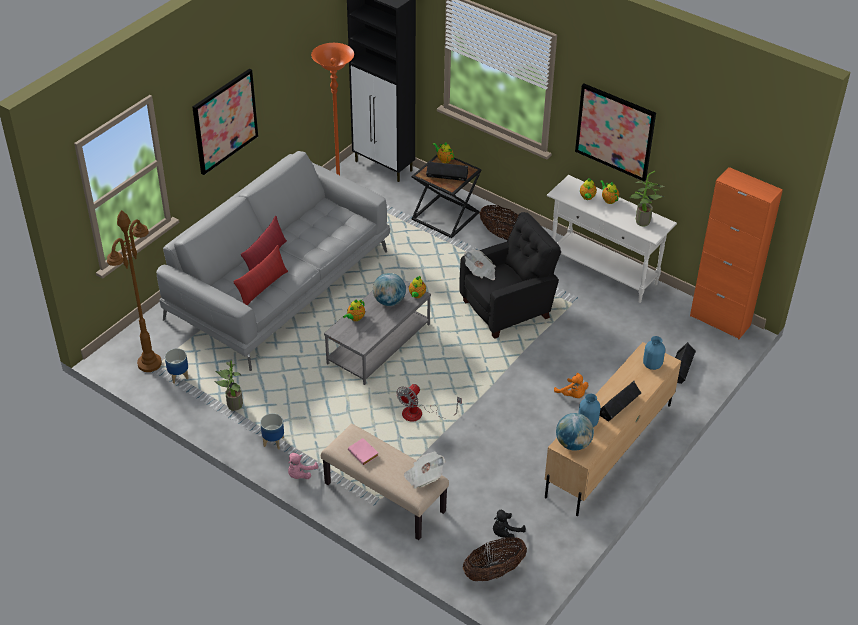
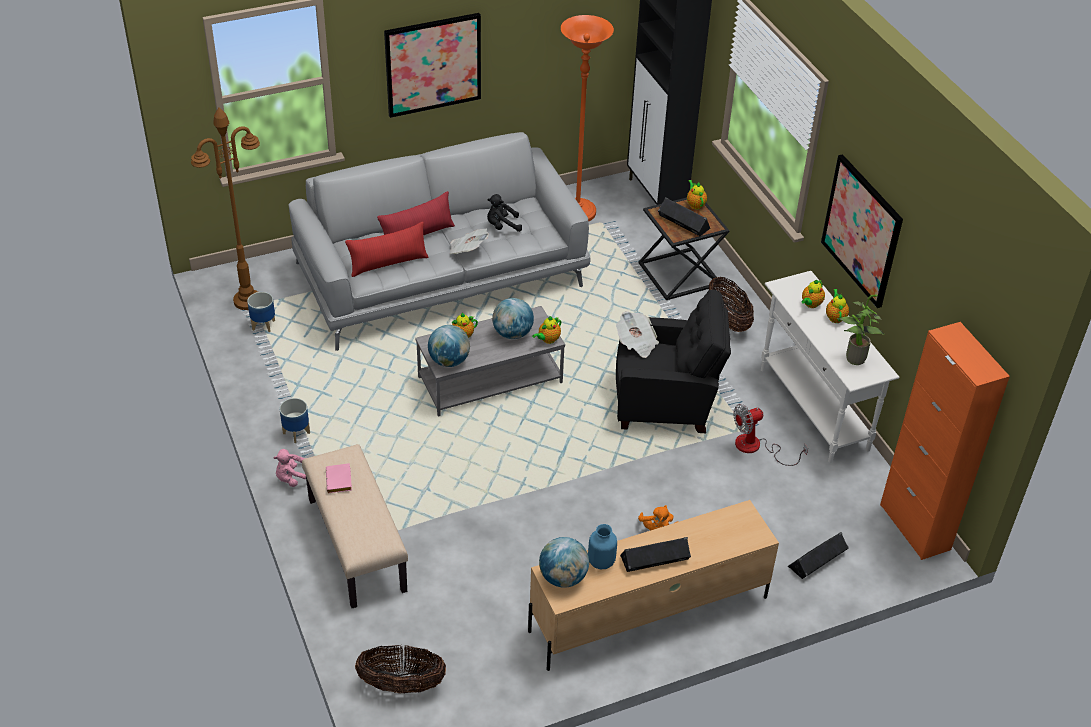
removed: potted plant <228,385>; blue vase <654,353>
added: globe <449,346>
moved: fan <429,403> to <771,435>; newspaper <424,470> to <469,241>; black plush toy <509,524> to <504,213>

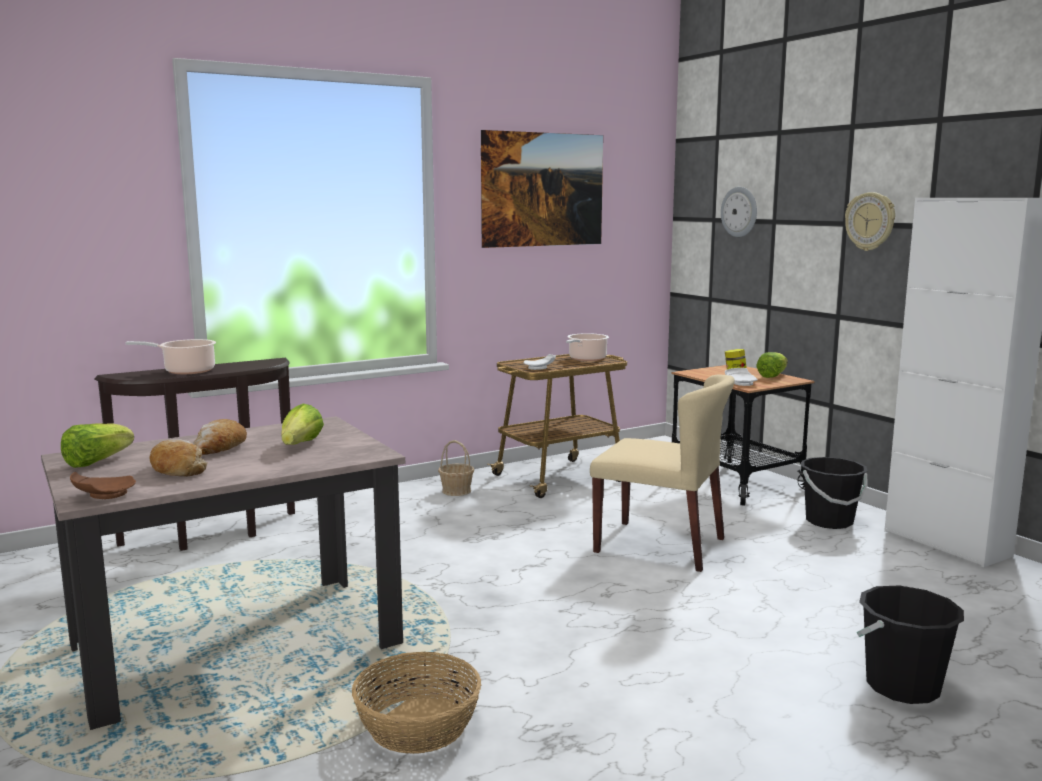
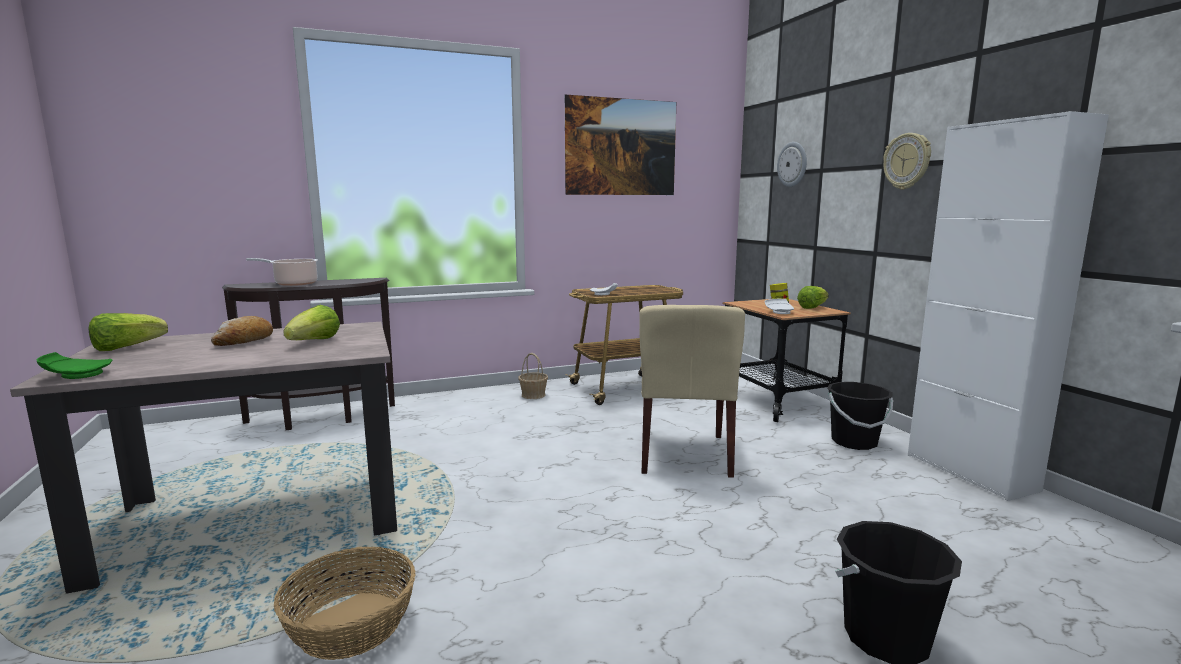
removed: bread <178,458>; cooking pot <587,347>
recoloured: brown plate <103,485> to green plate <74,365>
turned: beige chair <662,473> = <692,391> 60 degrees clockwise

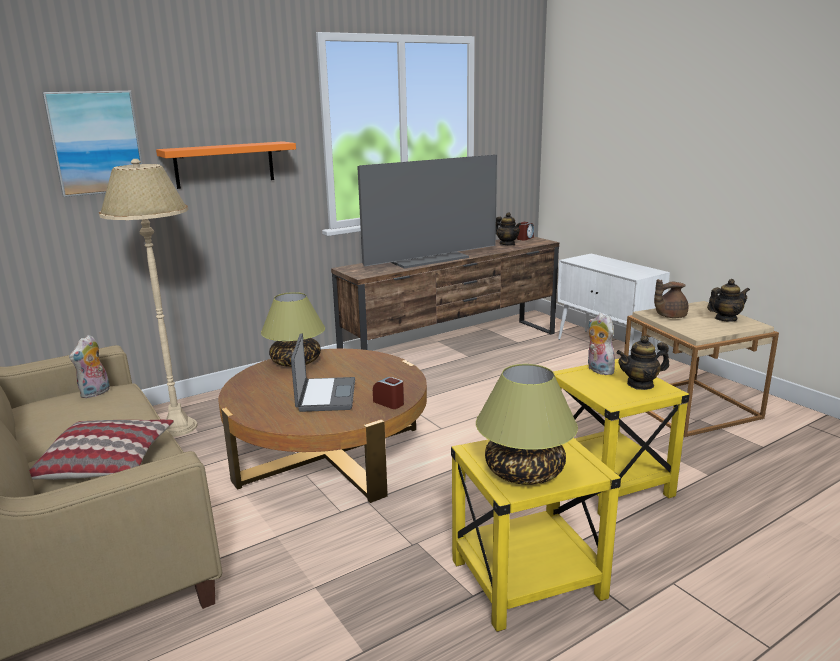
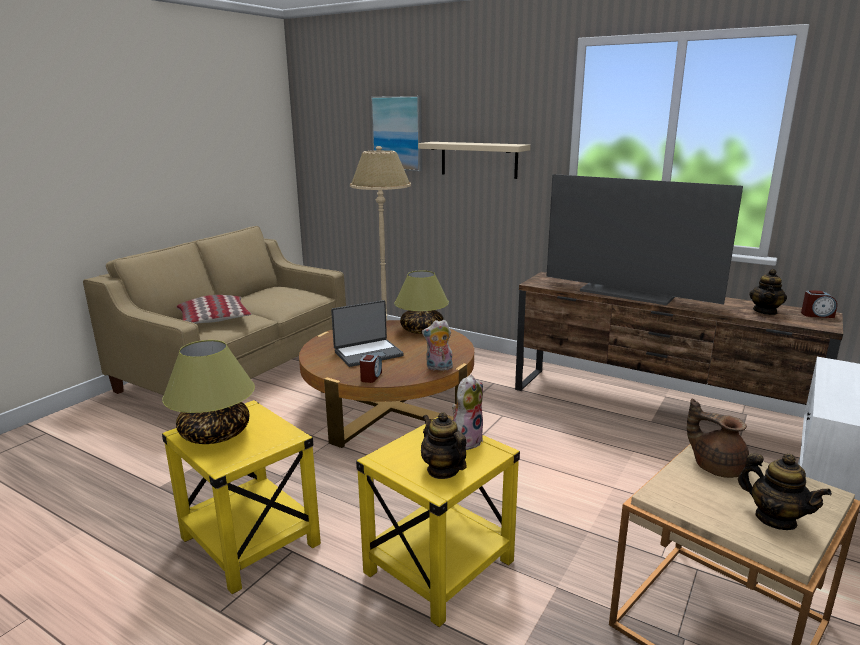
moved: plush toy <89,366> to <437,345>
recoloured: orange shelf <226,165> to beige shelf <474,160>

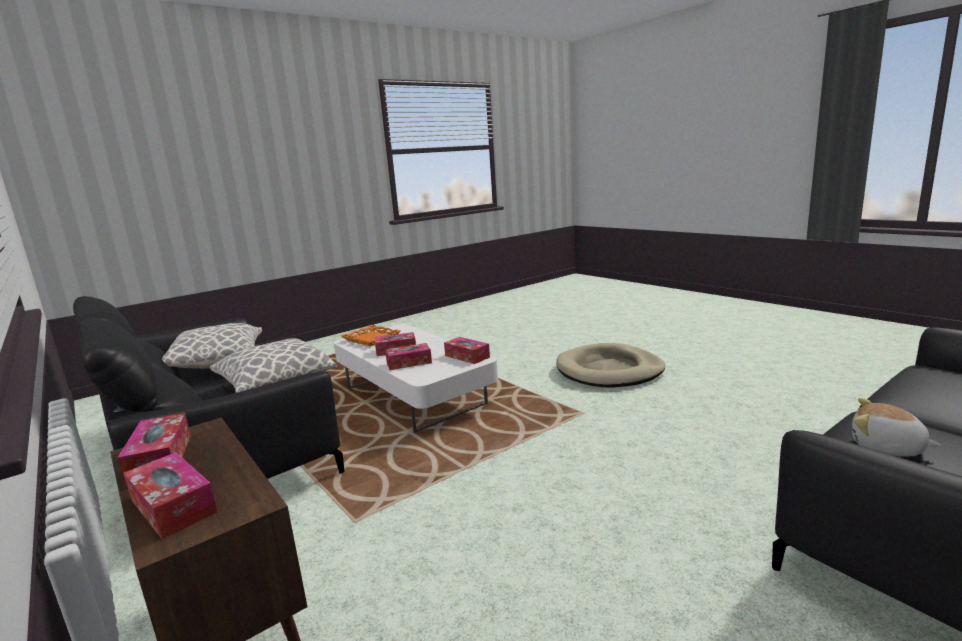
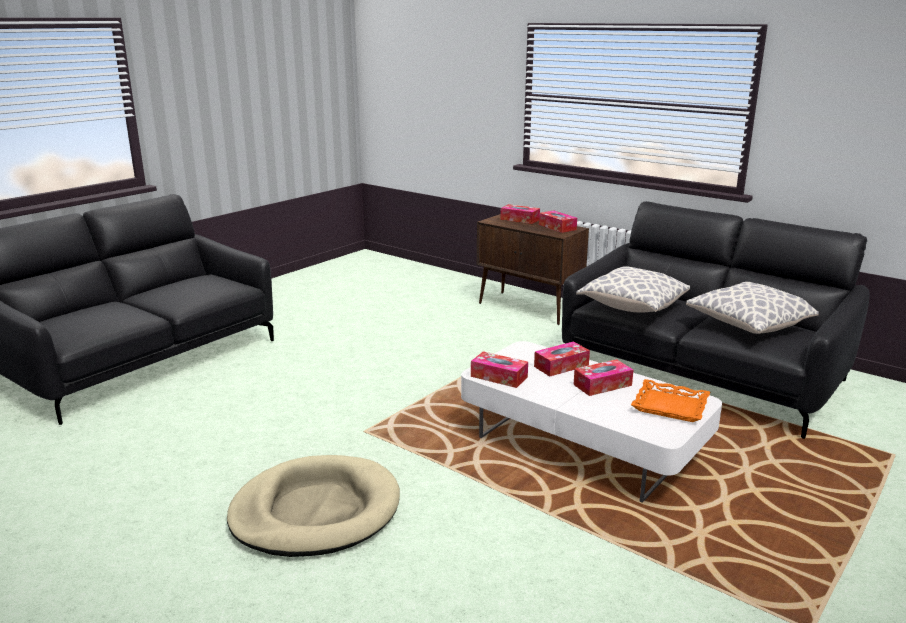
removed: plush toy <896,427>

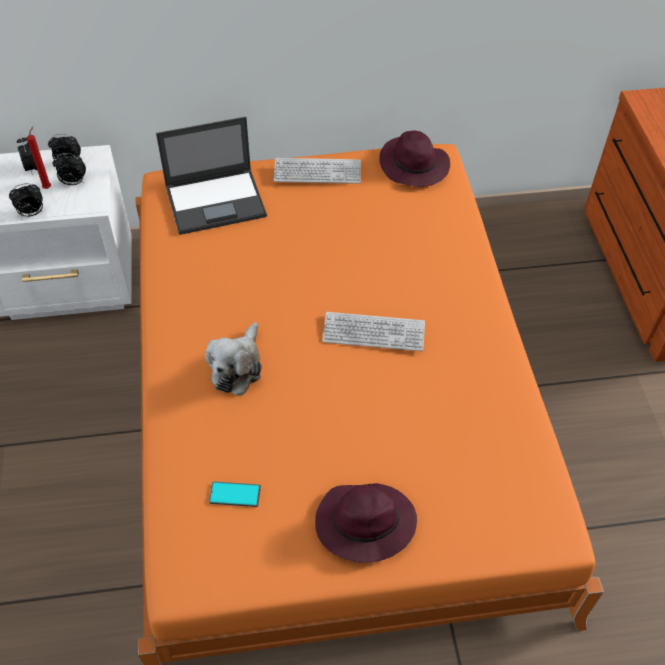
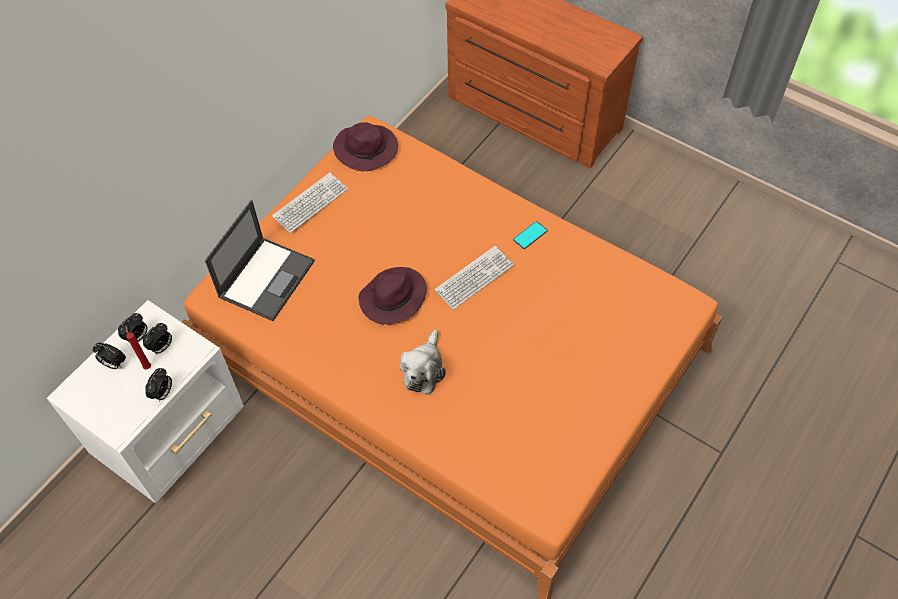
moved: phone <235,494> to <530,235>; purple hat <366,523> to <392,296>
turned: plush toy <233,359> = <423,362> 45 degrees clockwise

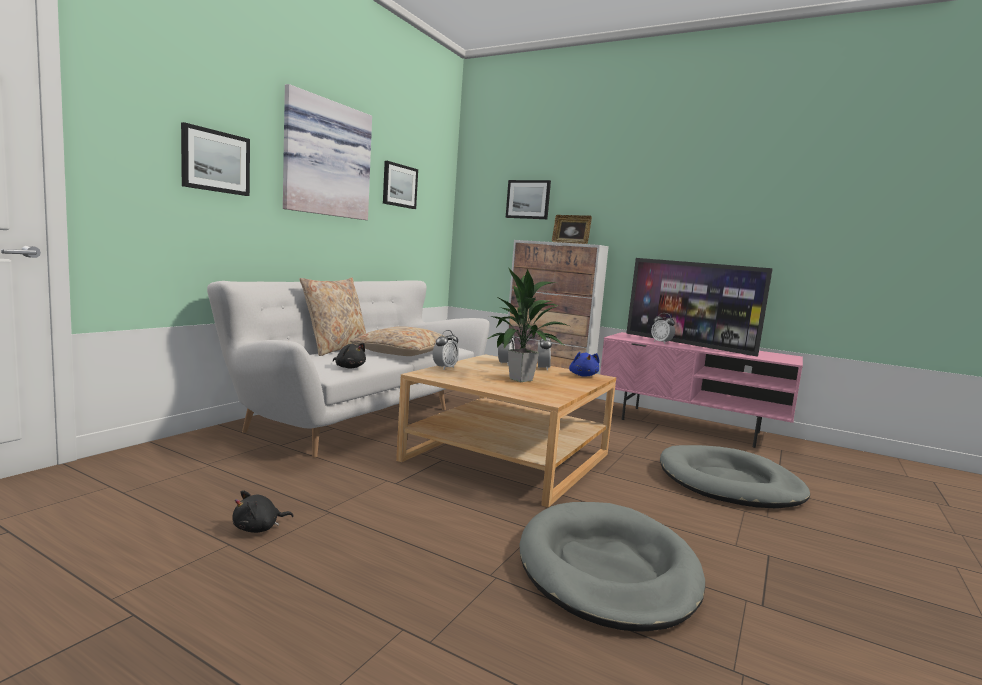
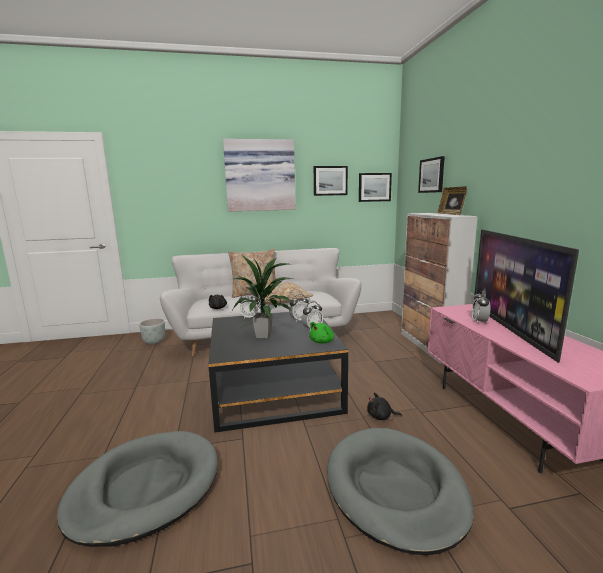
added: grey planter <152,331>
moved: picture <215,159> to <375,187>; black plush toy <263,511> to <384,406>
recoloured: beige coffee table <506,431> to black coffee table <278,372>; blue plush toy <584,364> to green plush toy <321,332>

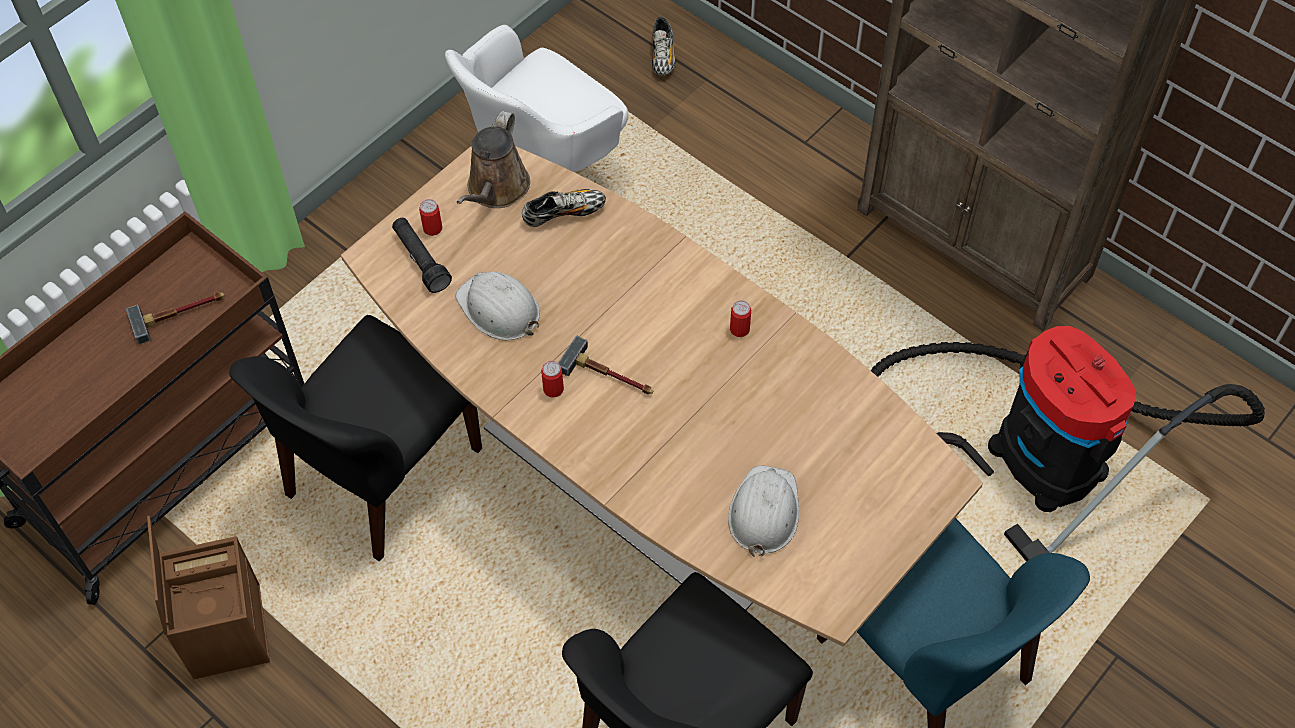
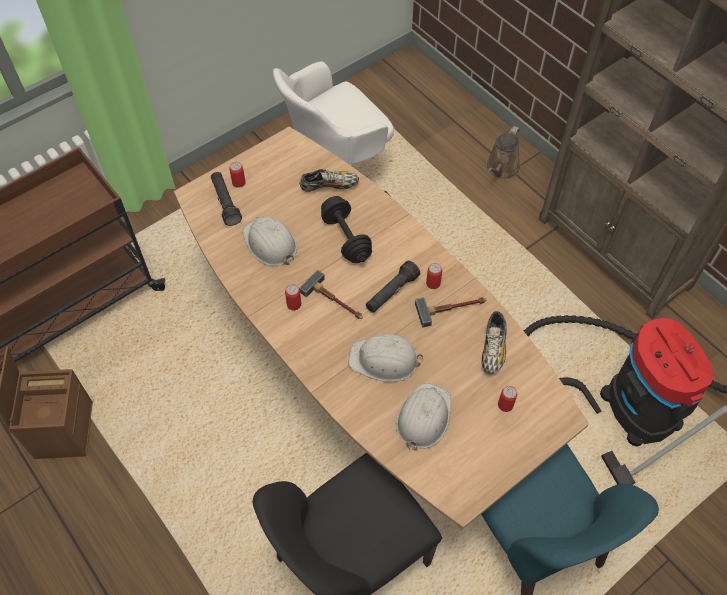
removed: black chair <355,438>
added: black dumbbell <346,229>; white hard hat <386,358>; black flashlight <393,287>; can <507,399>
moved: hammer <175,318> to <451,312>; brown watering can <493,159> to <503,152>; shoe <664,46> to <494,342>

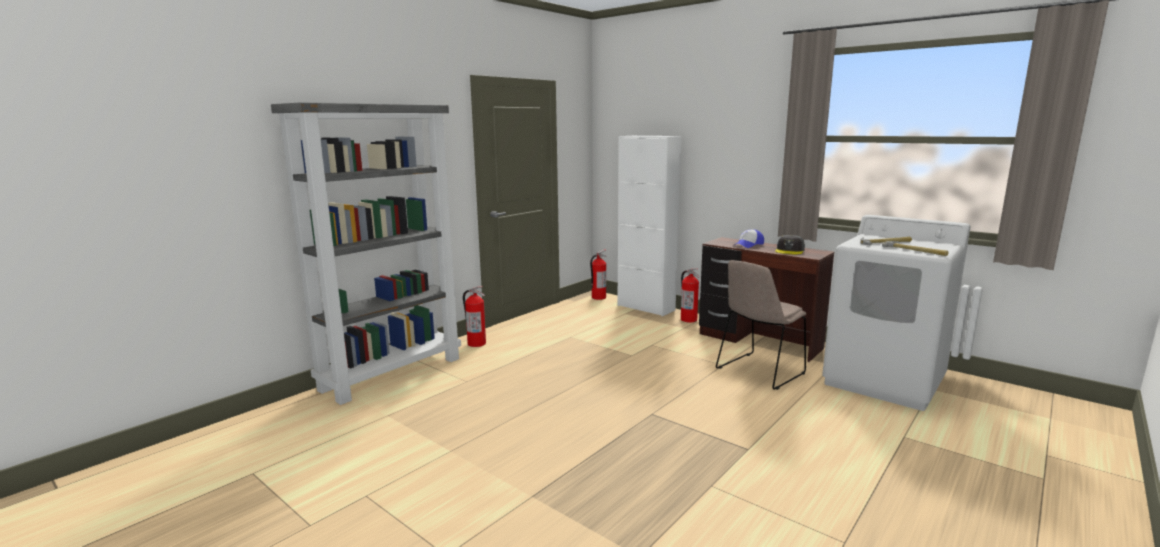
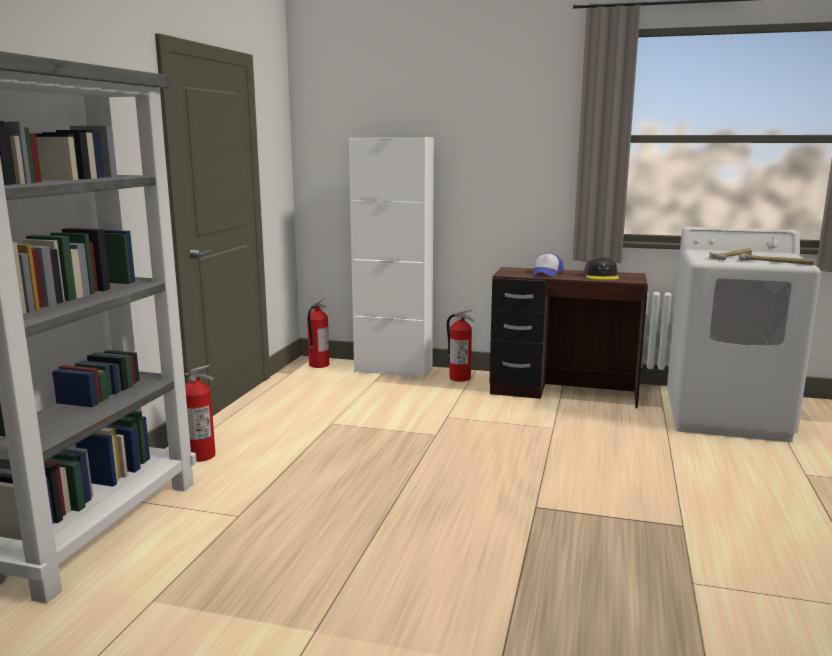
removed: beige chair <761,325>

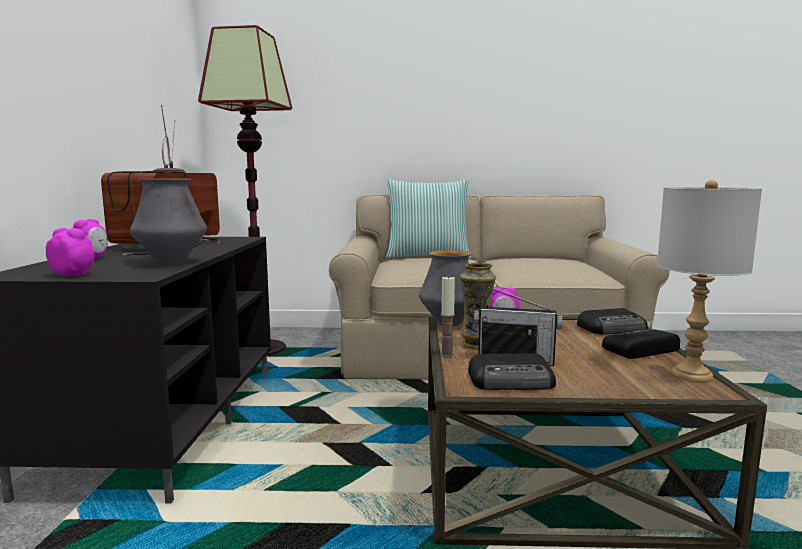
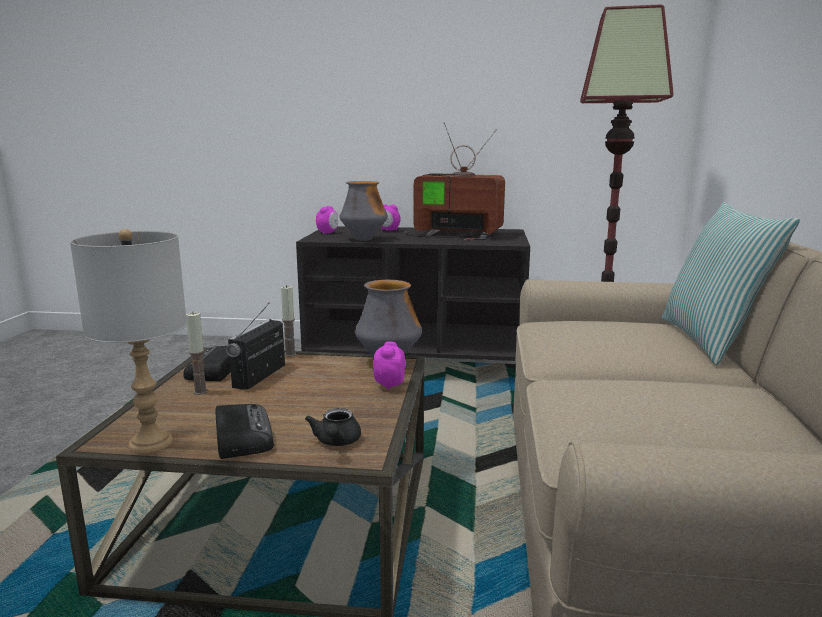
removed: vase <478,306>
added: candle <197,353>
replaced: radio <612,321> to black teapot <333,427>

